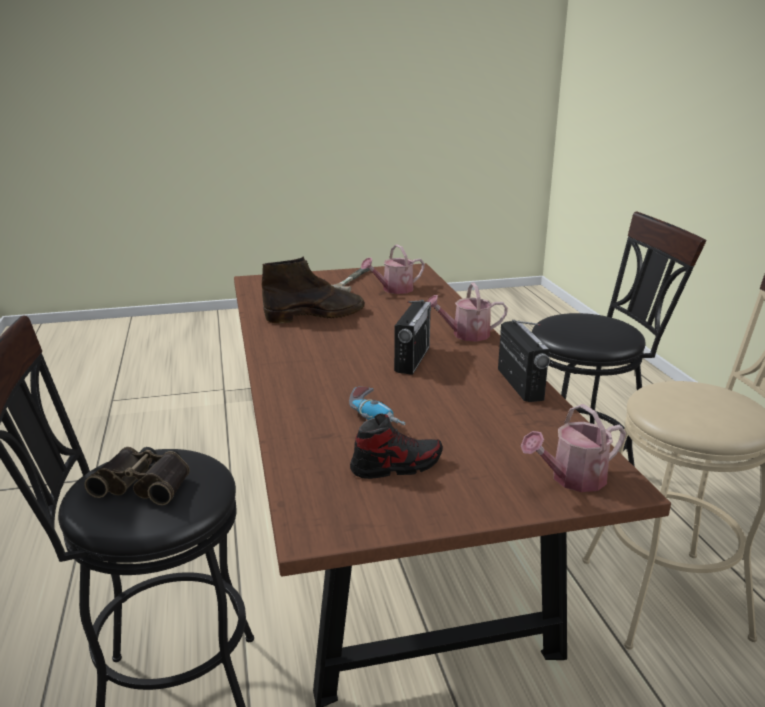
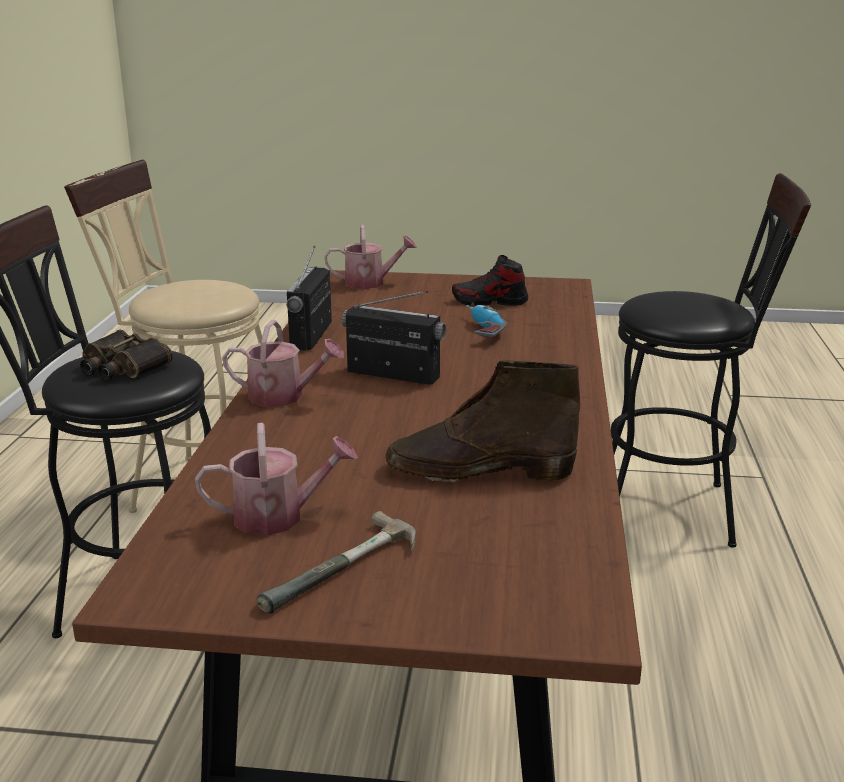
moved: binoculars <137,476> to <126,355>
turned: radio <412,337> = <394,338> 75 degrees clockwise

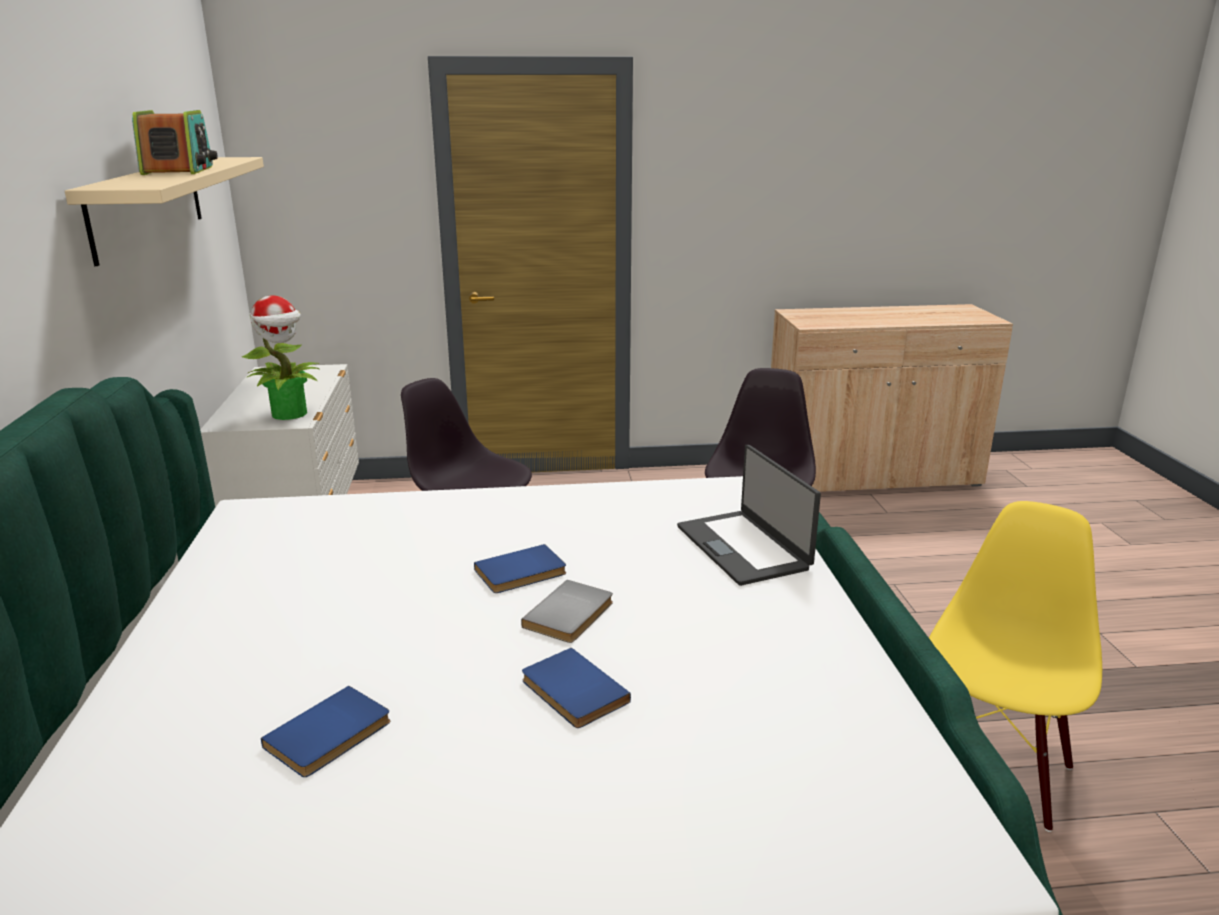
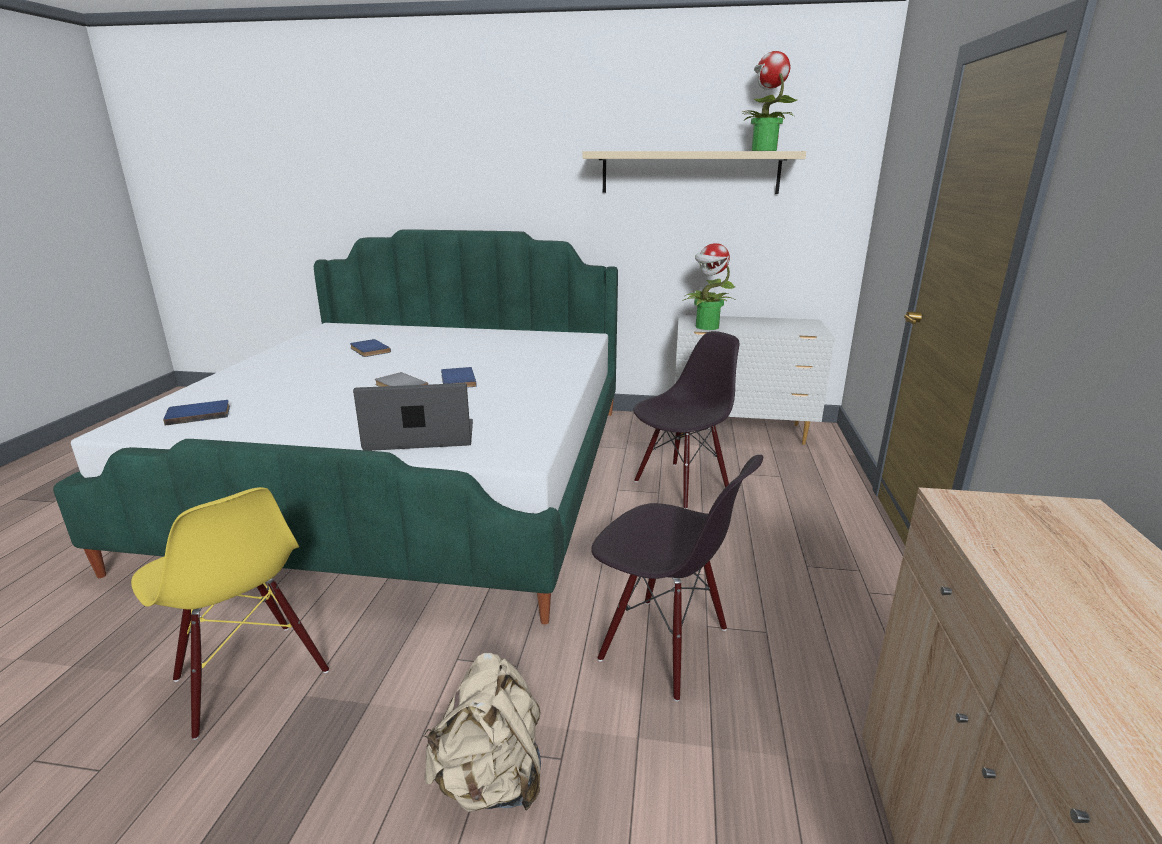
removed: radio <175,142>
added: beige backpack <482,732>; potted plant <769,101>
moved: blue book <576,688> to <196,413>

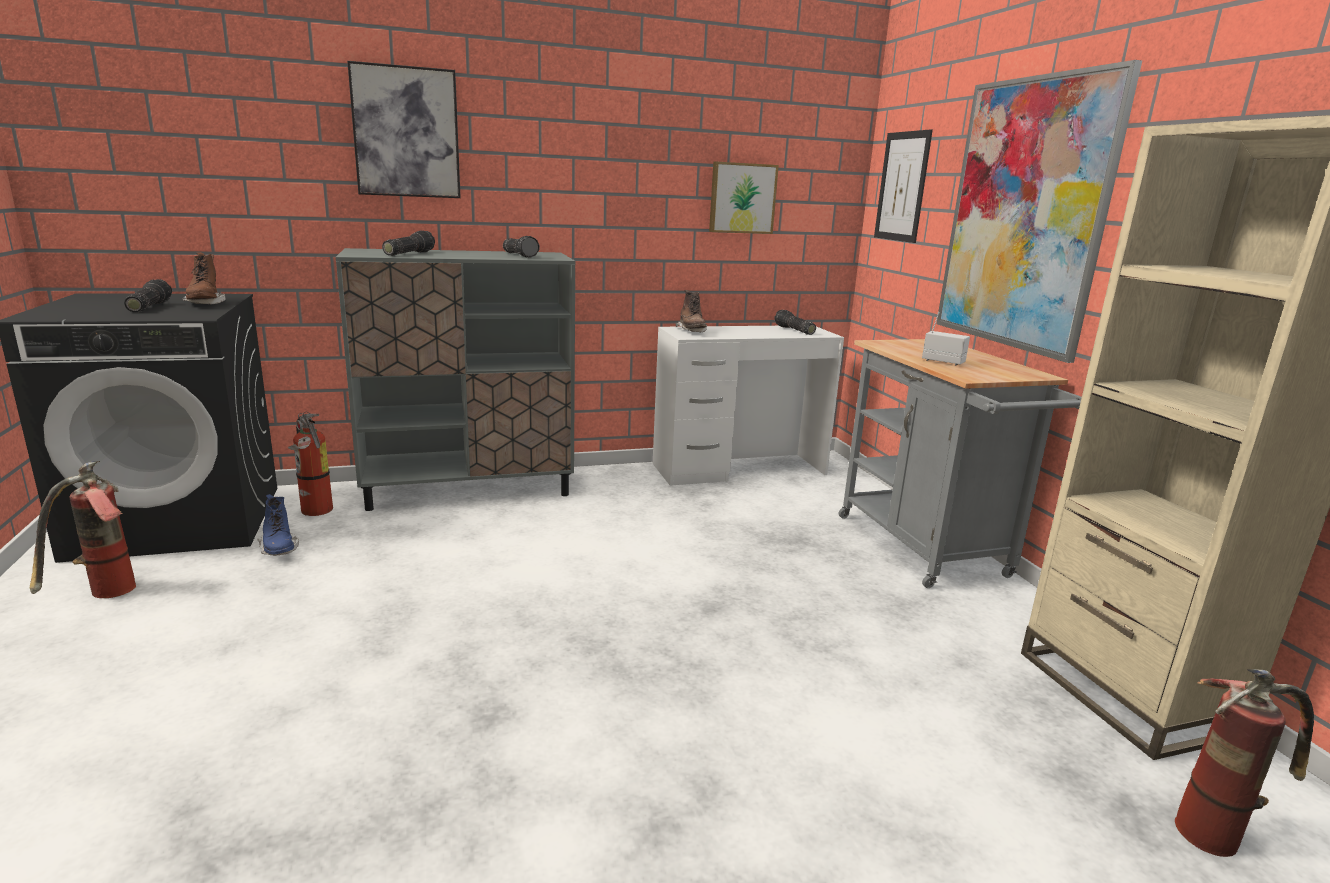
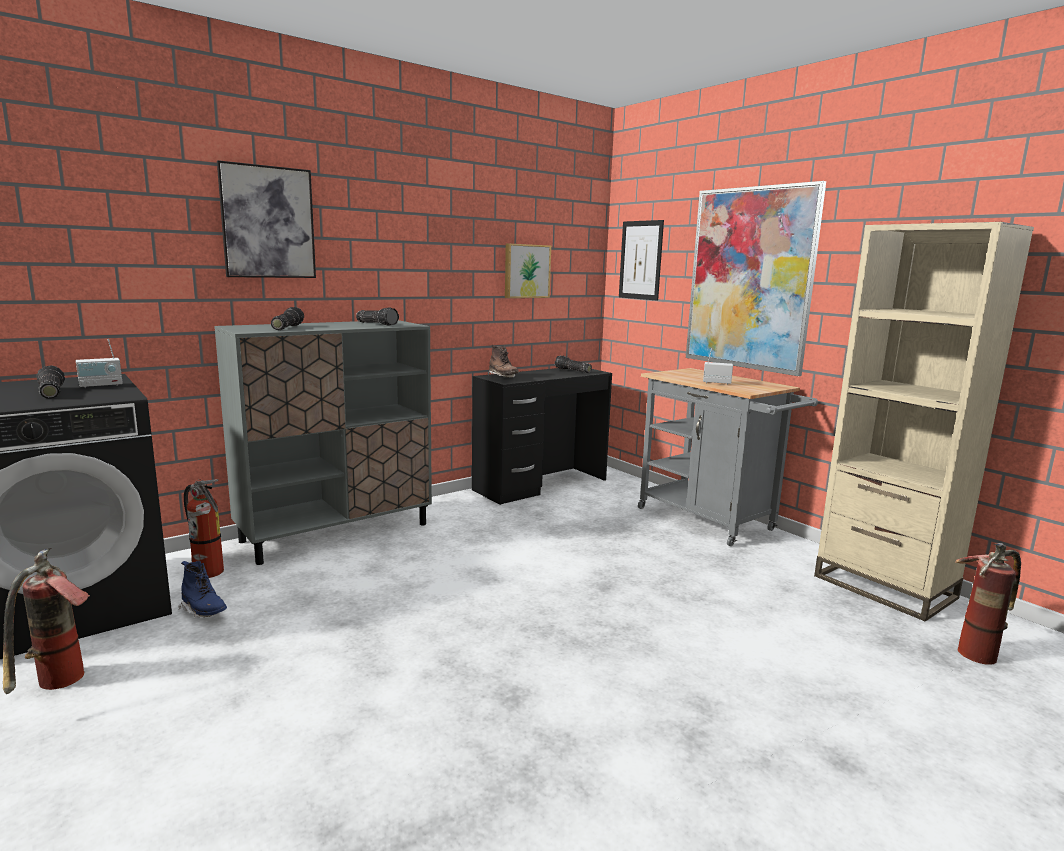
replaced: brown boot <203,278> to radio <99,363>
recoloured: white desk <748,406> to black desk <542,436>

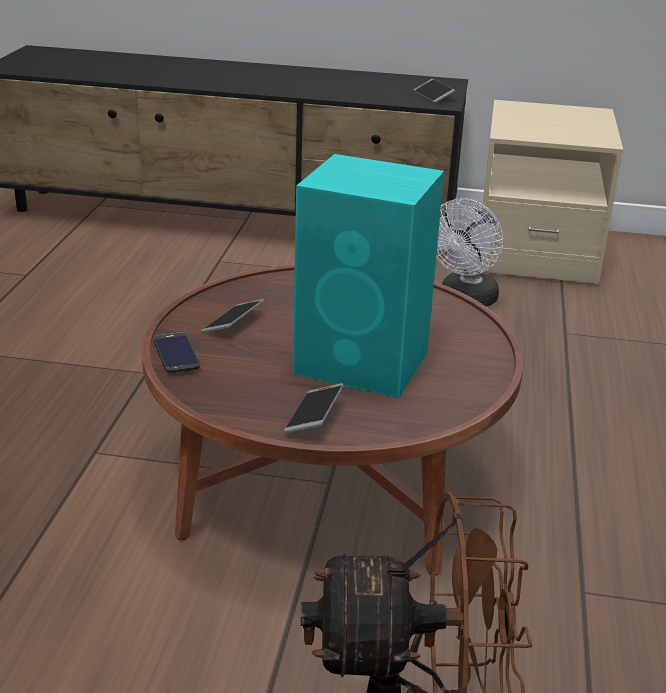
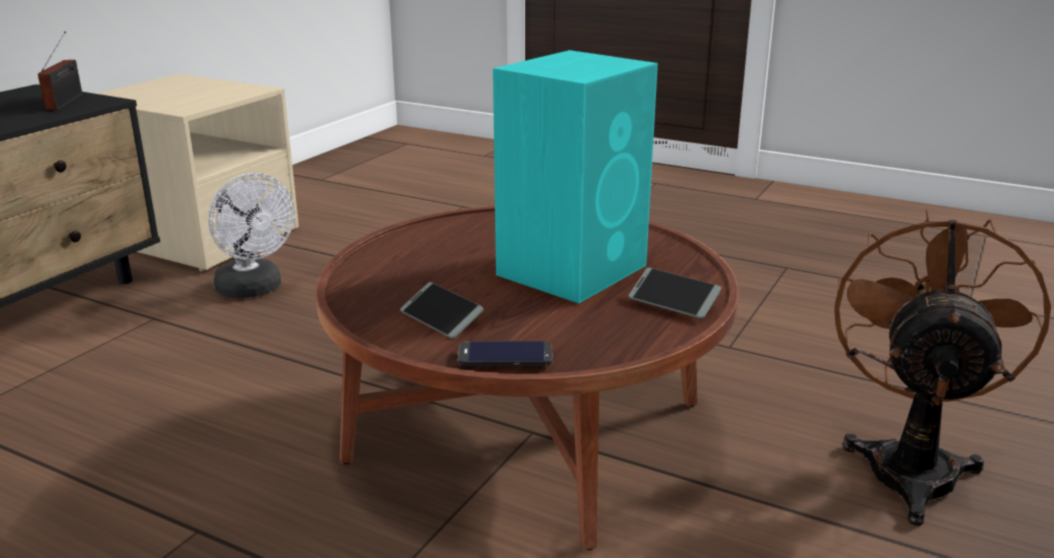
replaced: phone <434,91> to radio <60,70>

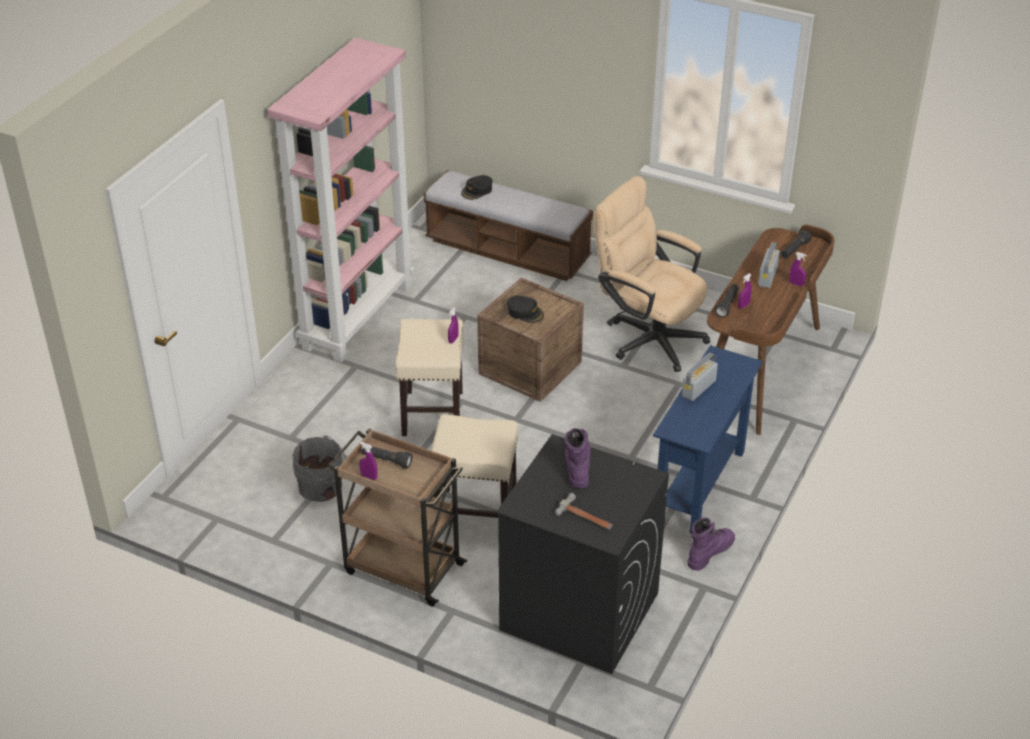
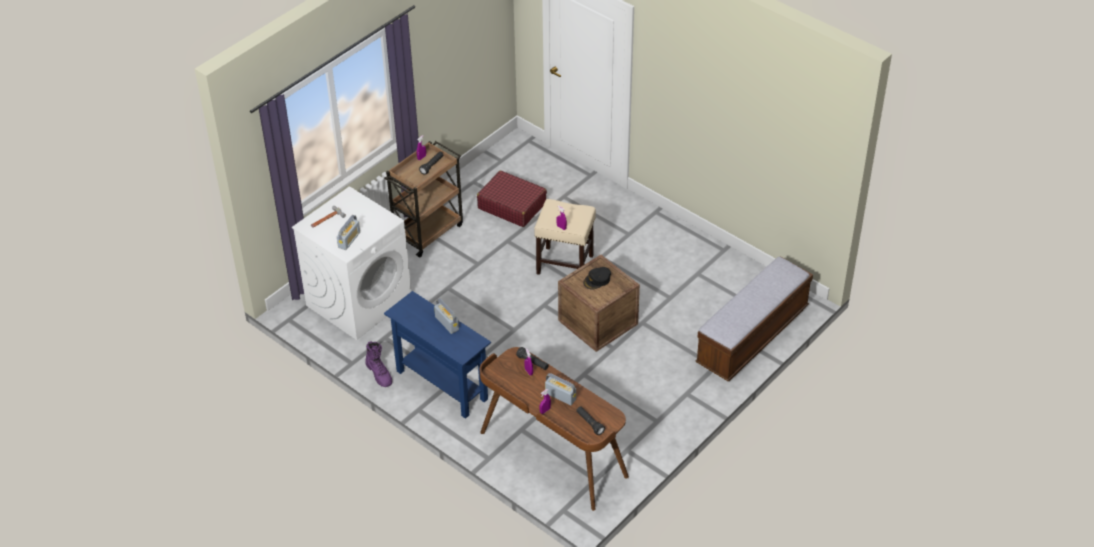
removed: pink bookcase <340,200>; beige stool <474,466>; black cap <476,187>; purple boot <578,458>; beige office chair <652,274>
added: radio <348,232>
replaced: grey bucket <319,469> to red suitcase <512,199>
recoloured: black washing machine <582,554> to white washing machine <351,263>

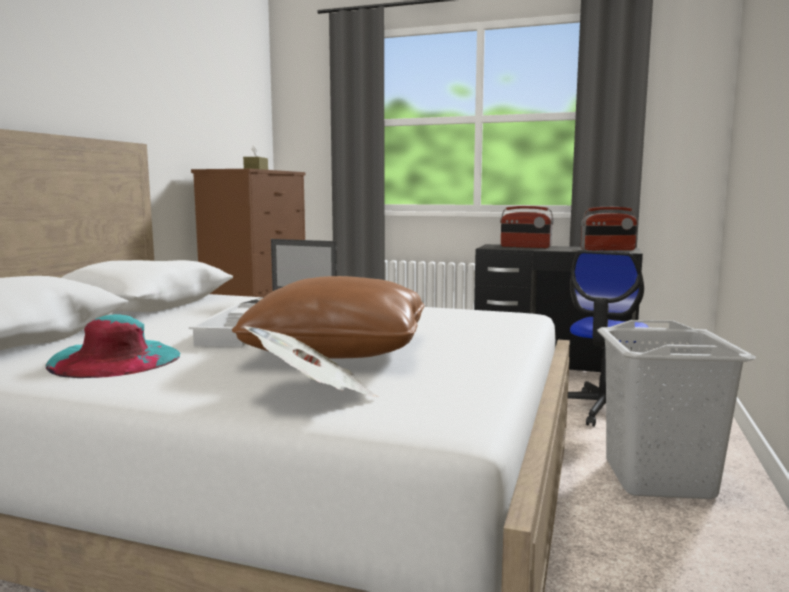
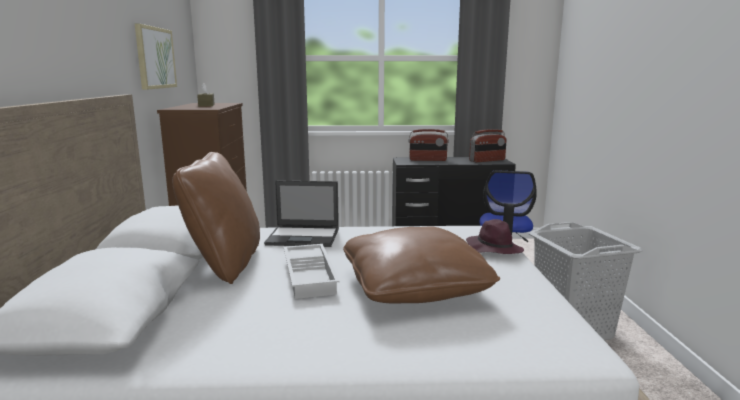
removed: turquoise hat <113,346>; newspaper <311,361>
added: picture <156,56>; brown pillow <216,218>; purple hat <495,236>

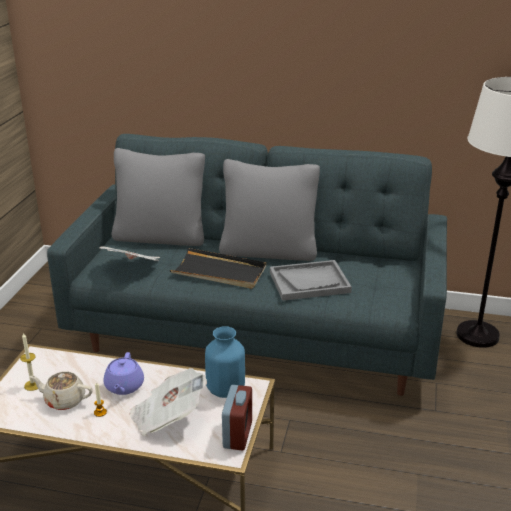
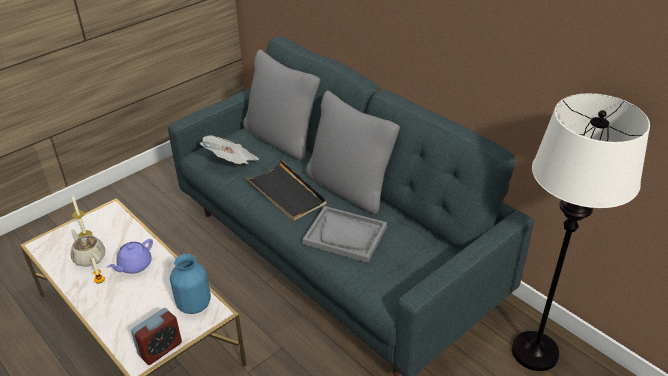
removed: newspaper <168,402>

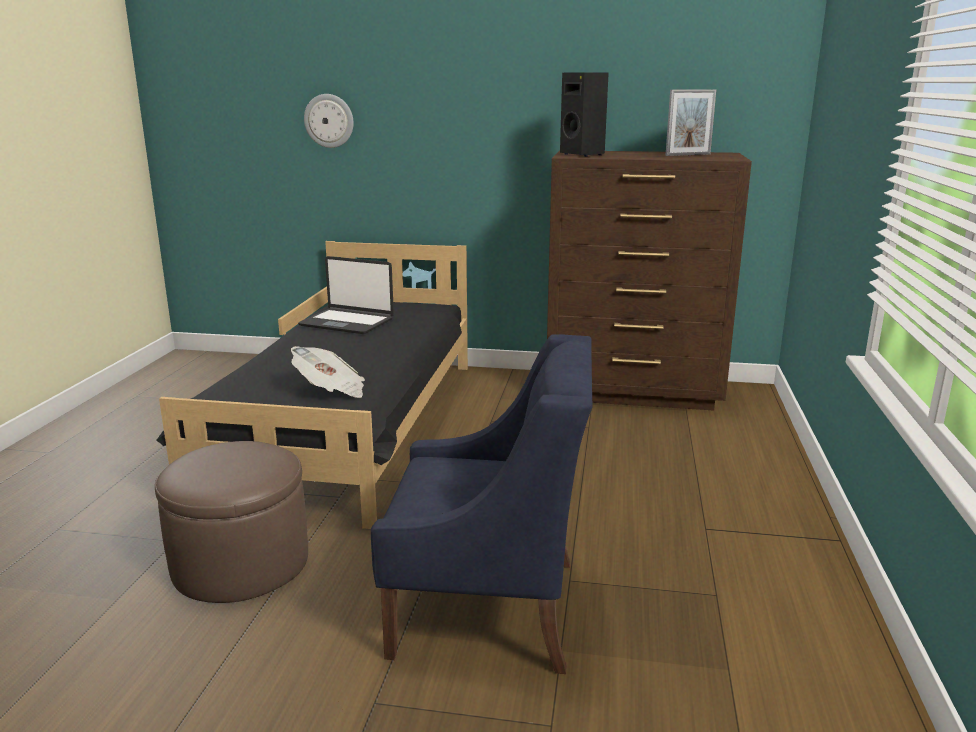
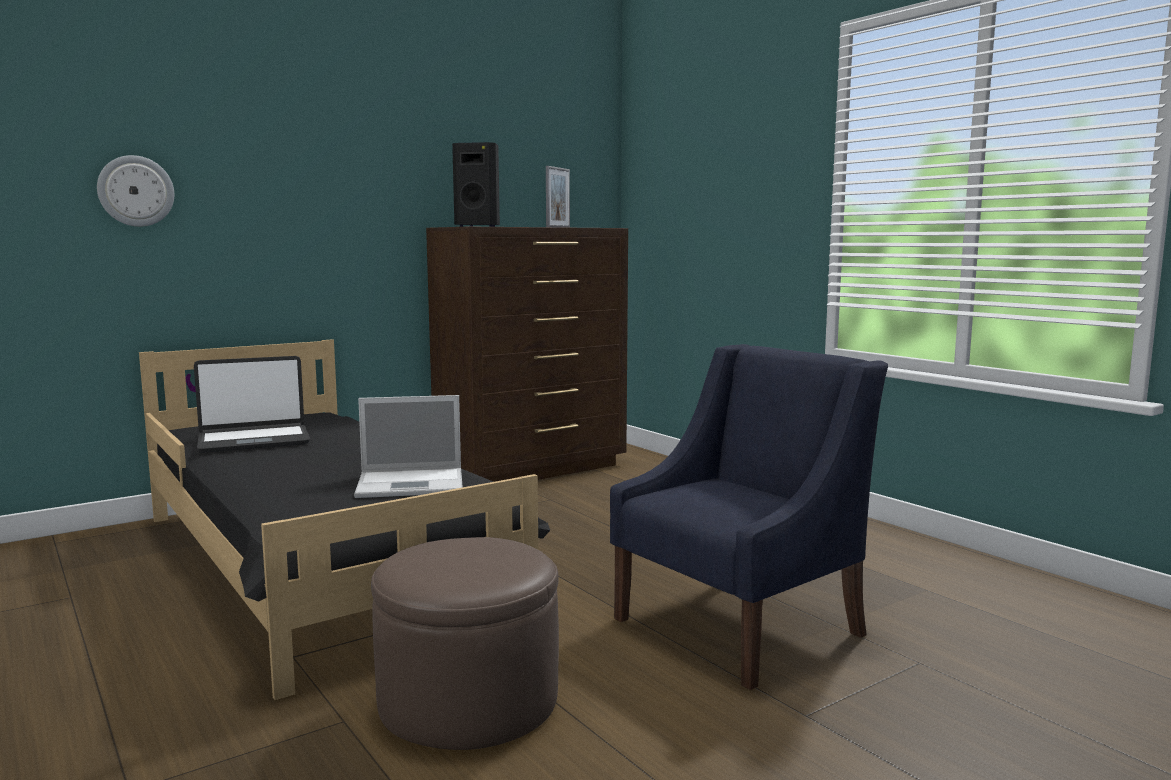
replaced: newspaper <328,372> to laptop <408,446>

